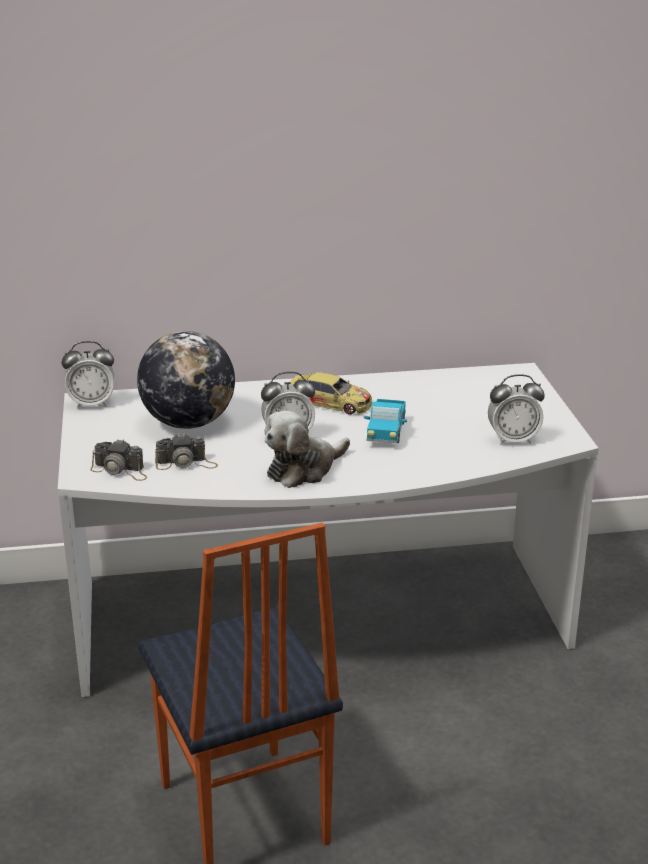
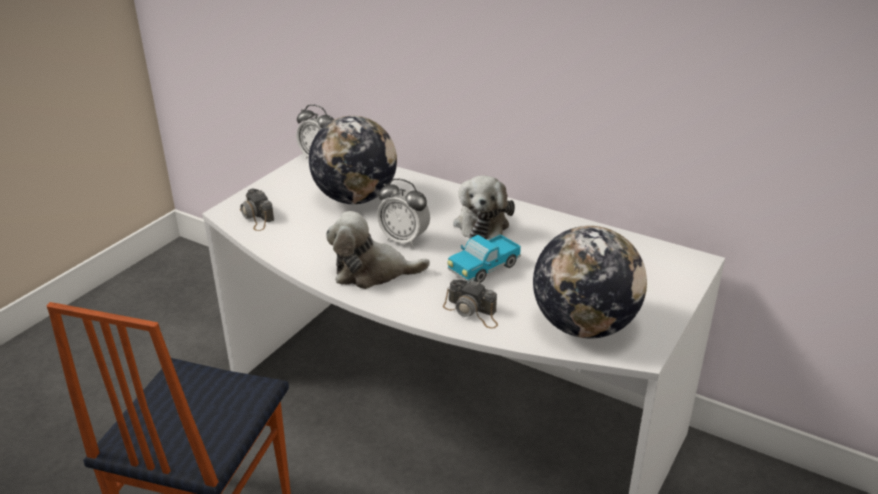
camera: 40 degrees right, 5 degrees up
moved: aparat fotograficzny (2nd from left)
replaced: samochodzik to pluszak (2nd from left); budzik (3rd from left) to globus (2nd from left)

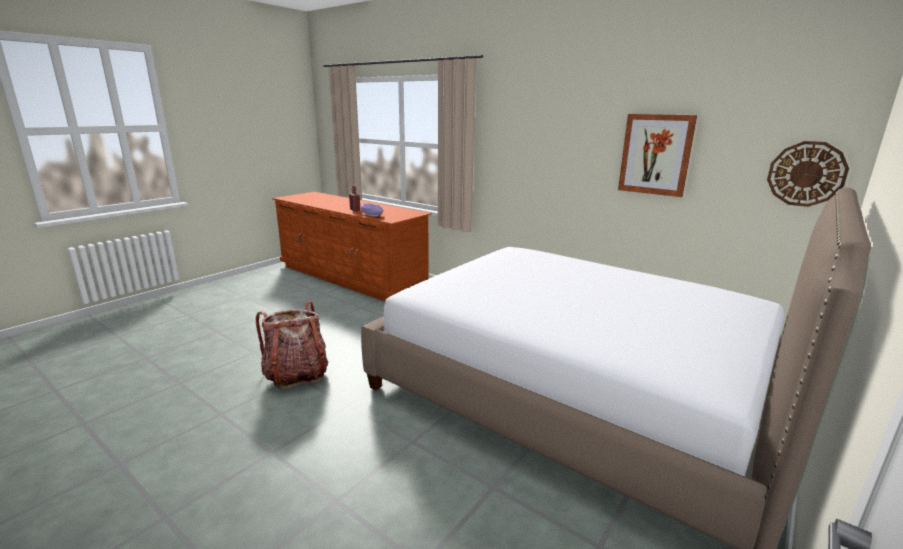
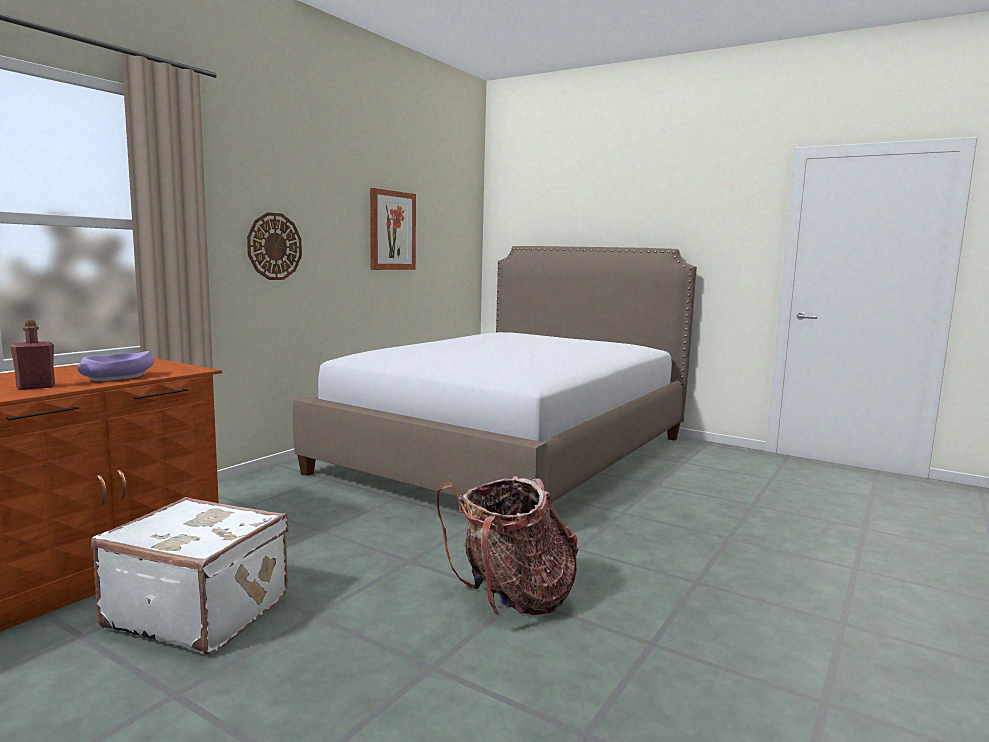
camera: 95 degrees left, 10 degrees down
added: walizka [biały]
moved: zegar ścienny

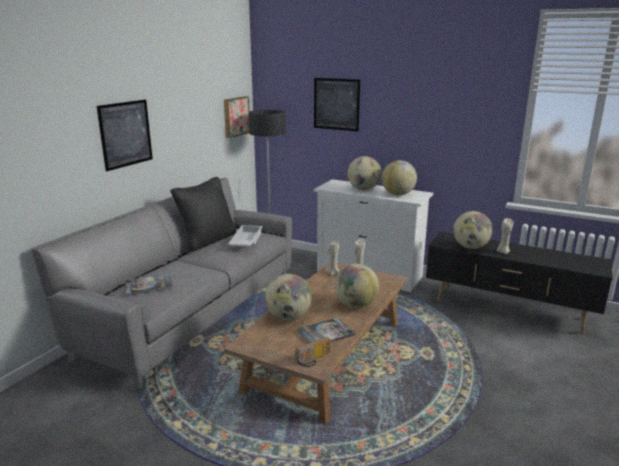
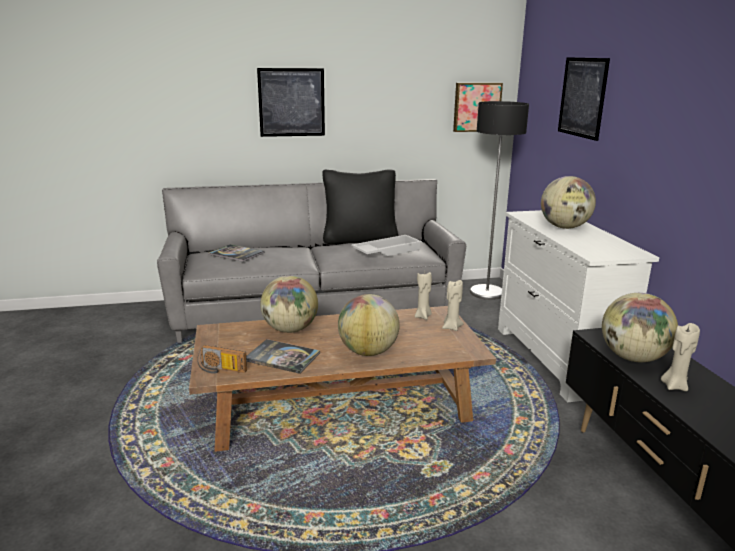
camera: 50 degrees right, 0 degrees up
removed: globus (4th from left)

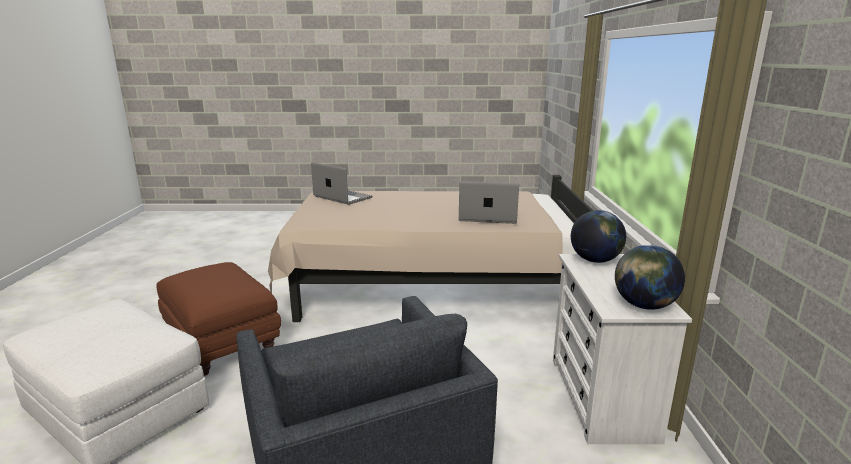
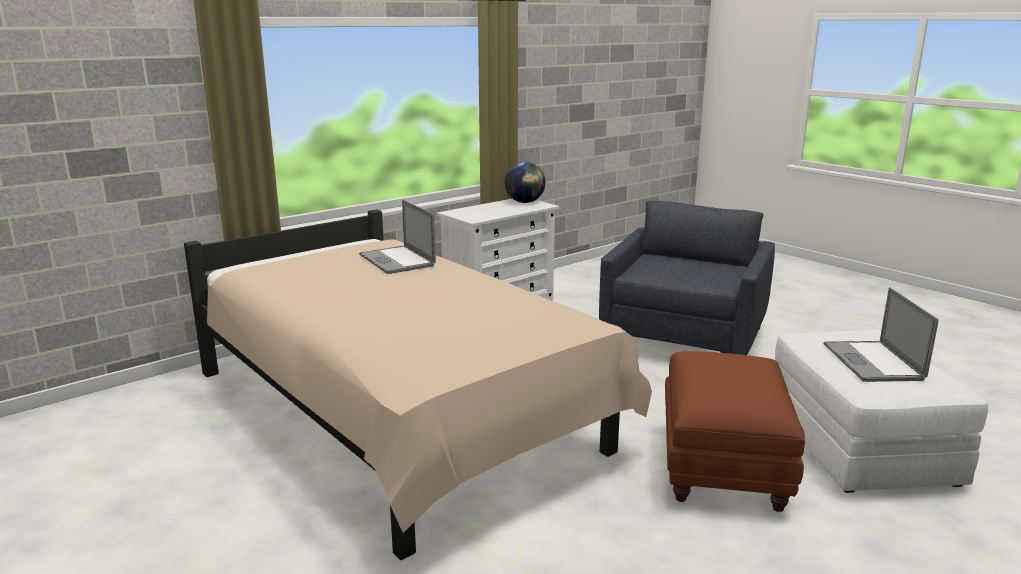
camera: 130 degrees left, 0 degrees up
removed: globus (1st from left)
moved: laptop (1st from left in the first image) to laptop (2nd from left)

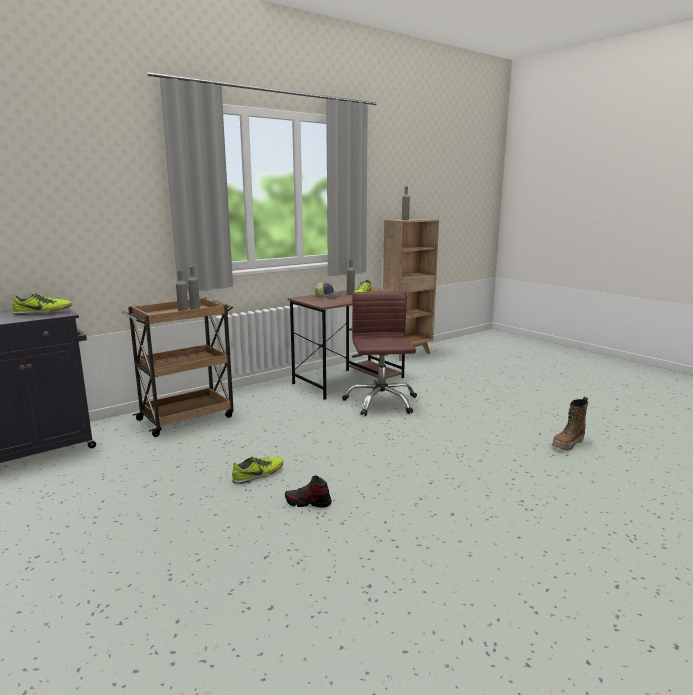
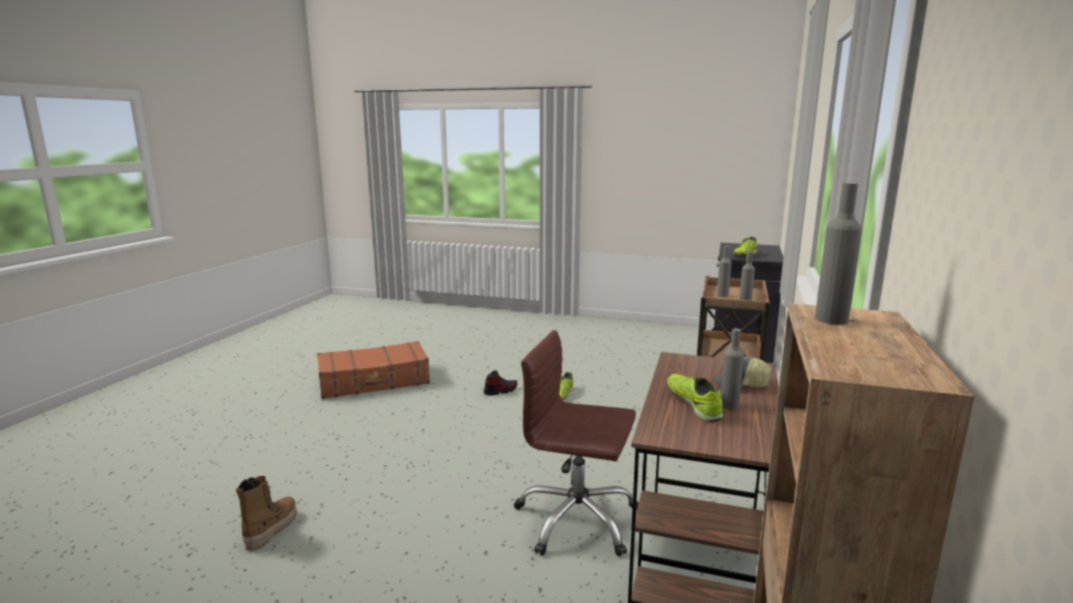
camera: 145 degrees right, 0 degrees up
added: walizka [brązowy]
turned: krzesło biurowe [brązowy] 150 degrees clockwise

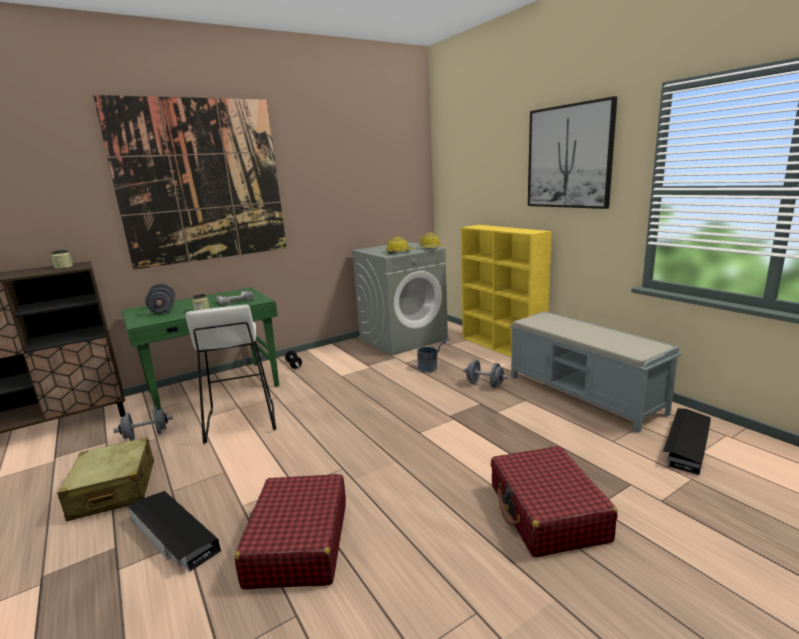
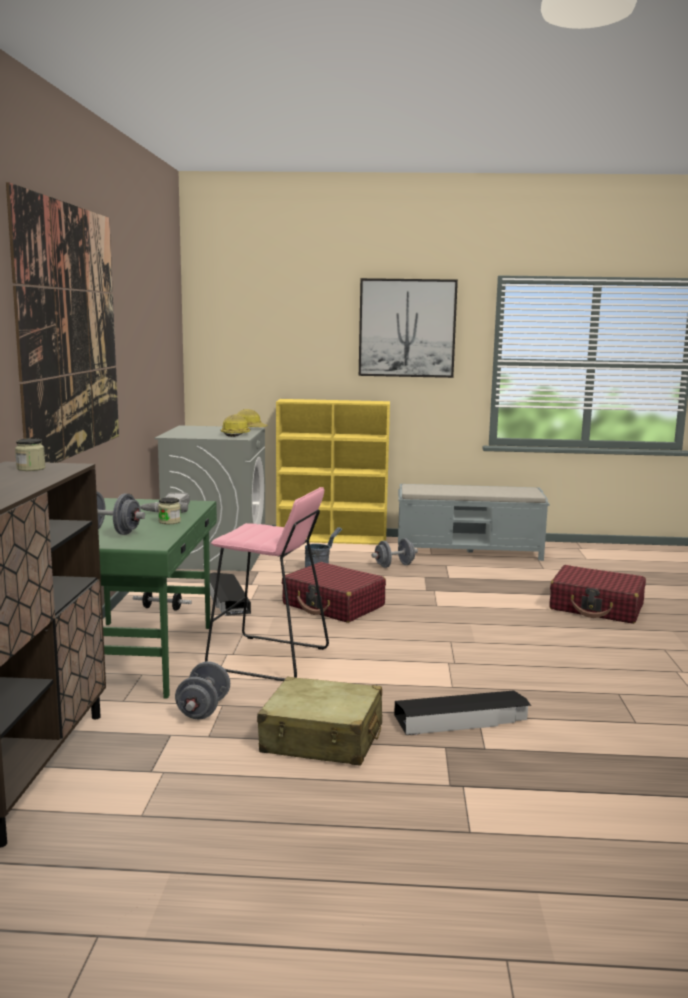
camera: 55 degrees left, 5 degrees down
moved: walizka [czerwony] (1st from left); pojemnik do przechowywania [czarny] (2nd from left in the first image) to pojemnik do przechowywania [czarny] (1st from left)
recoloured: stołek [biały] to stołek [różowy]

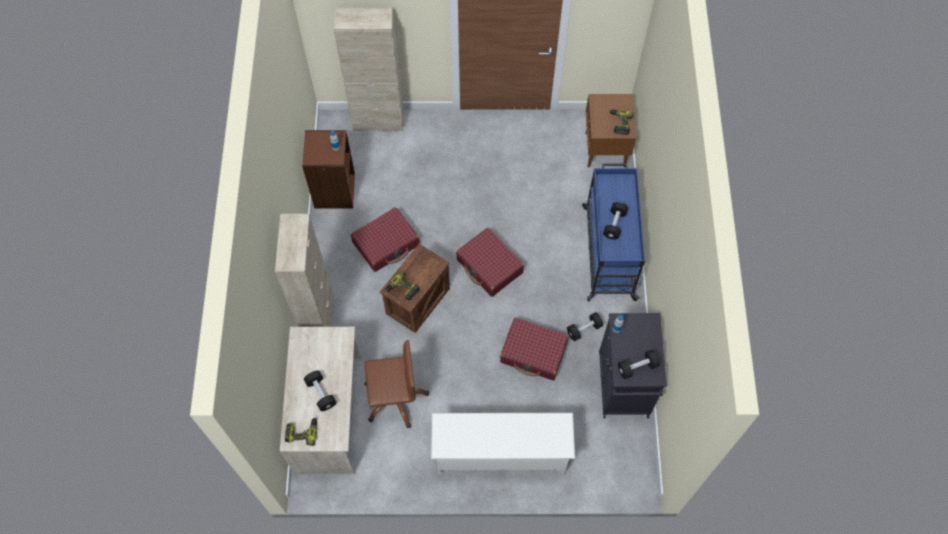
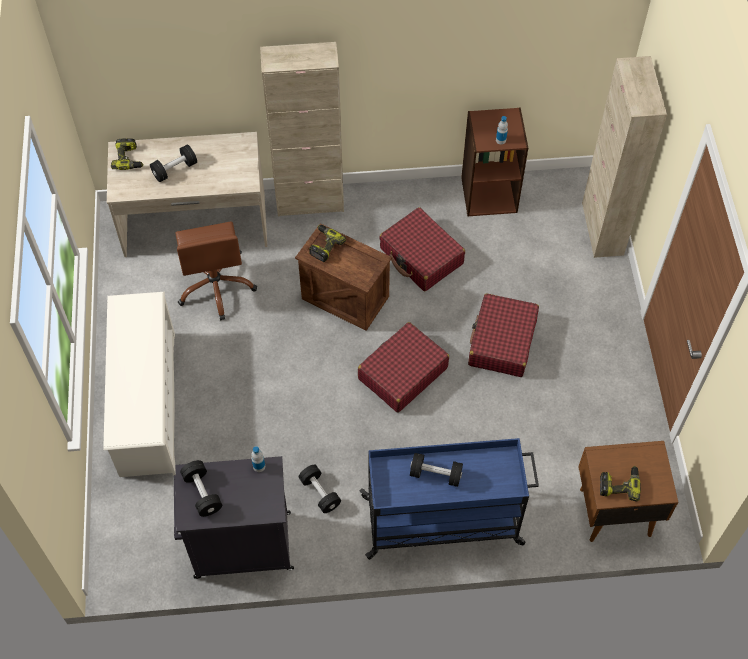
camera: 85 degrees right, 5 degrees down
moved: walizka [czerwony] (3rd from left)

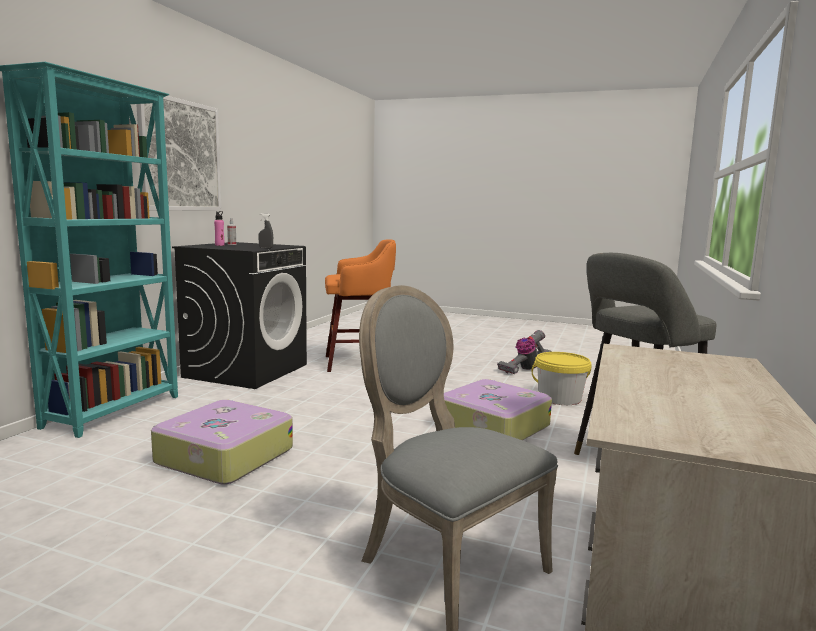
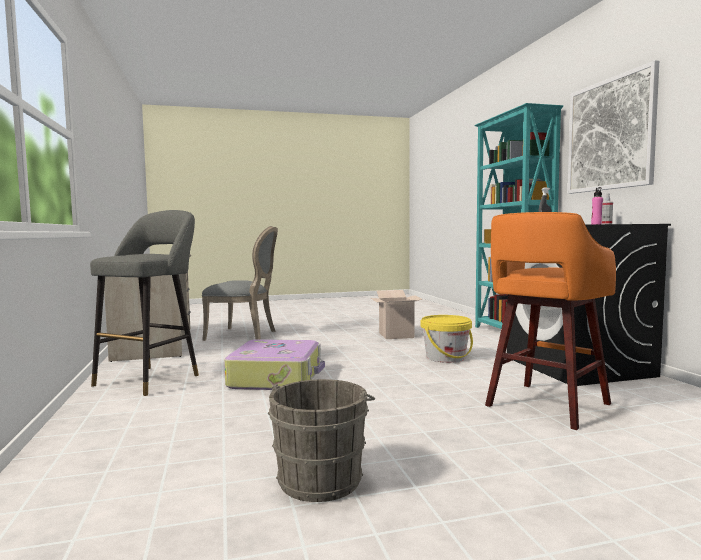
camera: 145 degrees right, 5 degrees down
moved: wiadro [żółty]
replaced: walizka (1st from left) to karton; odkurzacz to wiadro [szary]

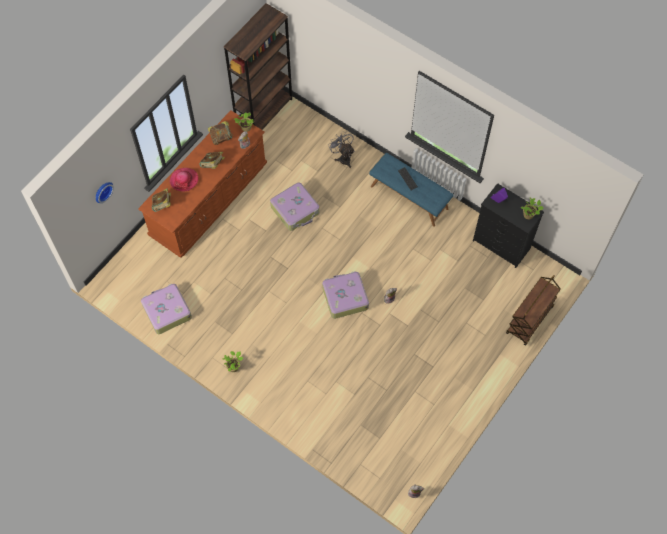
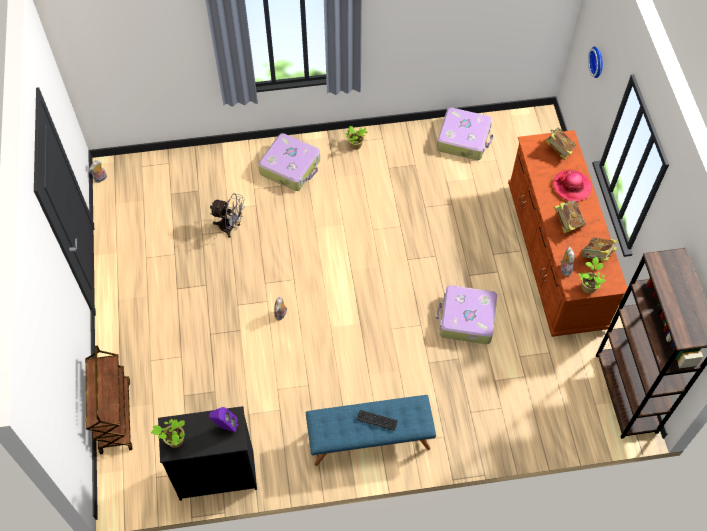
camera: 135 degrees right, 5 degrees down
moved: walizka (3rd from left in the first image) to walizka (1st from left); wentylator [szary]

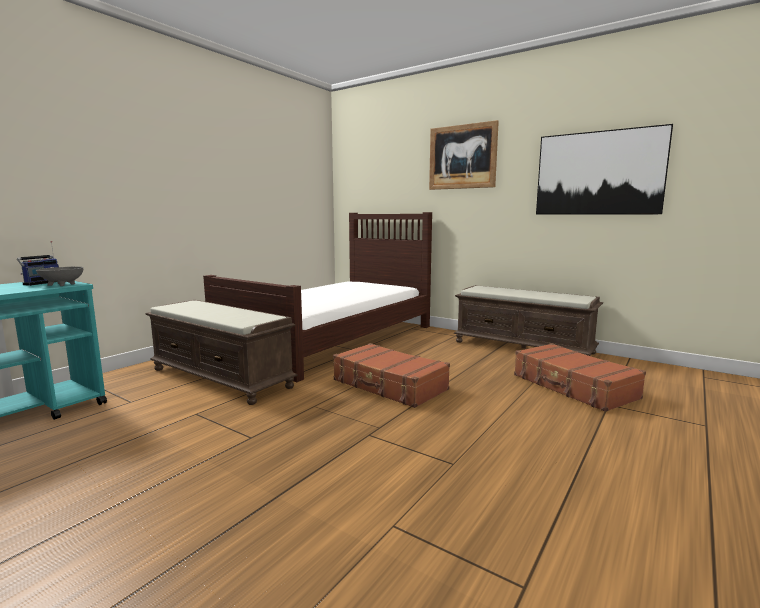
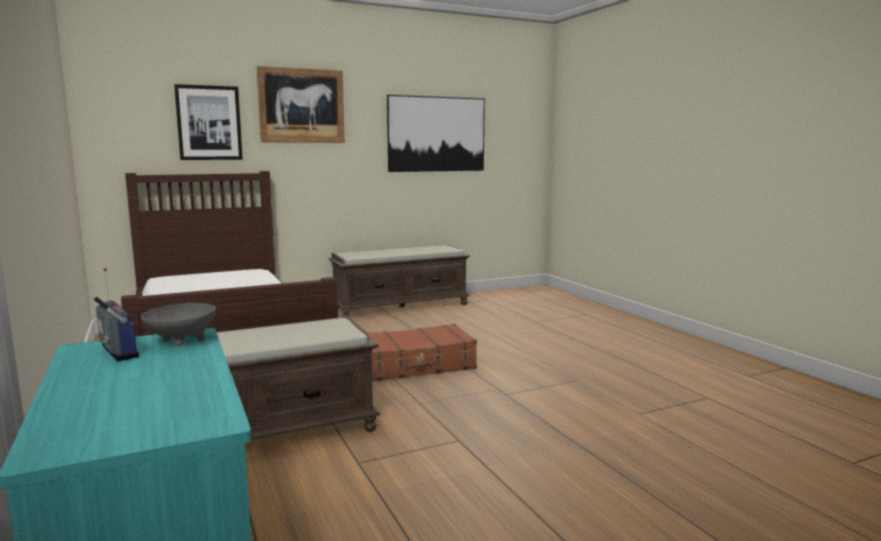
camera: 60 degrees left, 0 degrees up
removed: walizka [brązowy] (2nd from left)
added: obraz (1st from left)

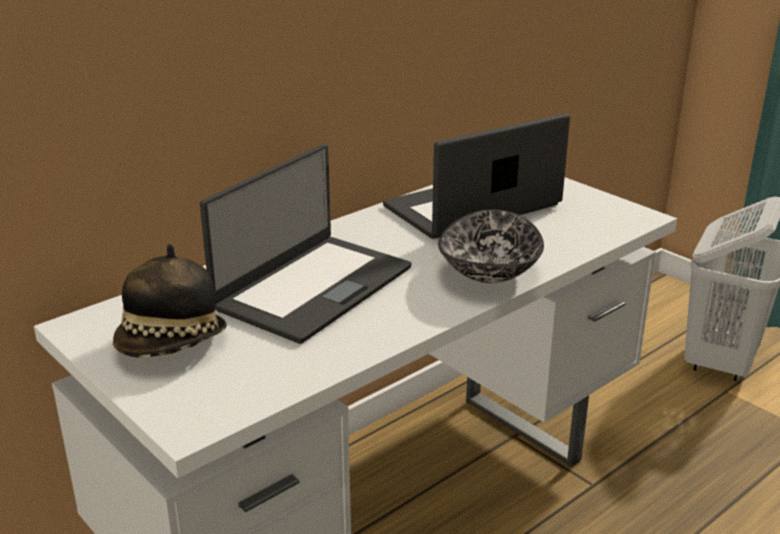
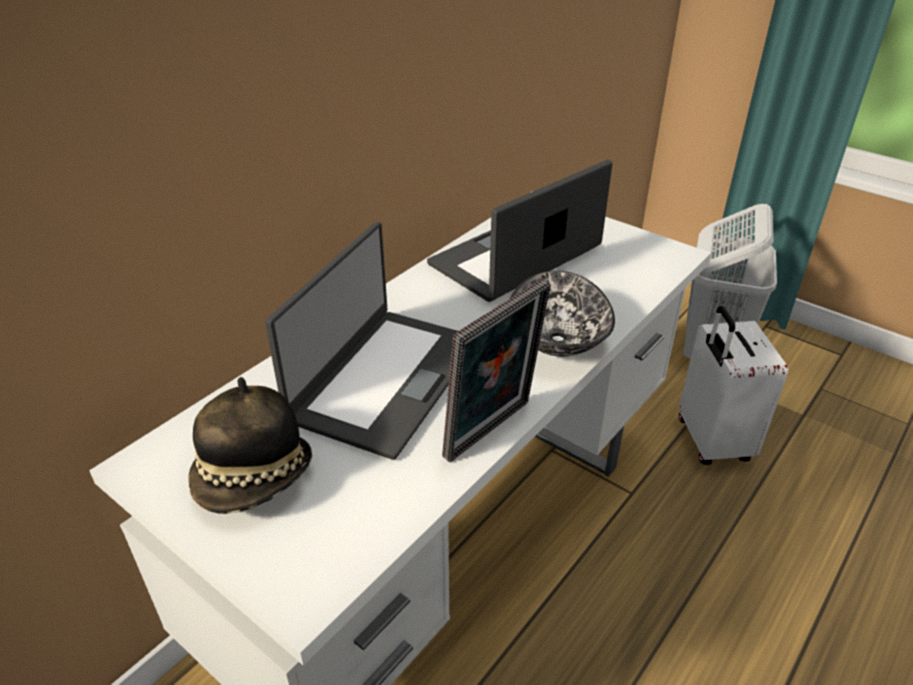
camera: 10 degrees left, 10 degrees up
added: ramka na zdjęcie; walizka [biały]

